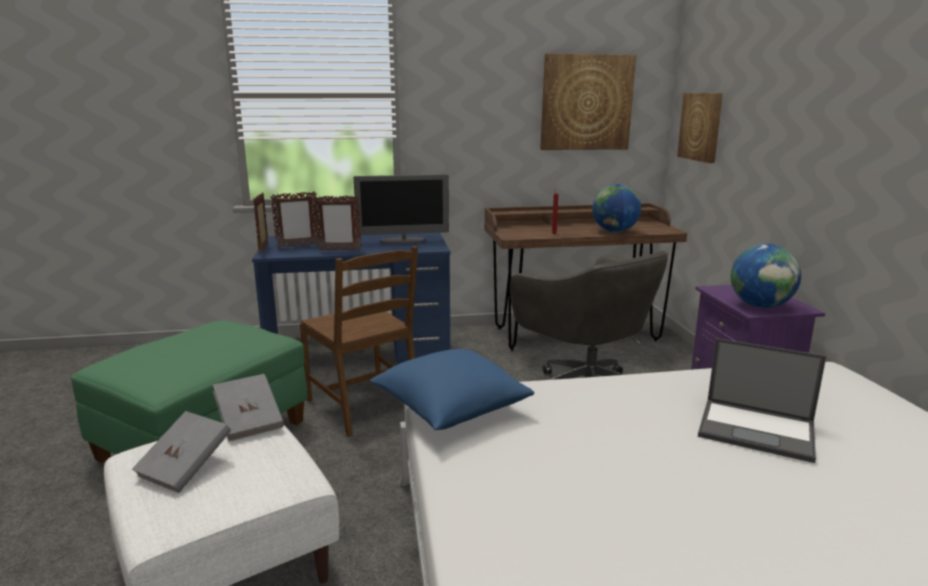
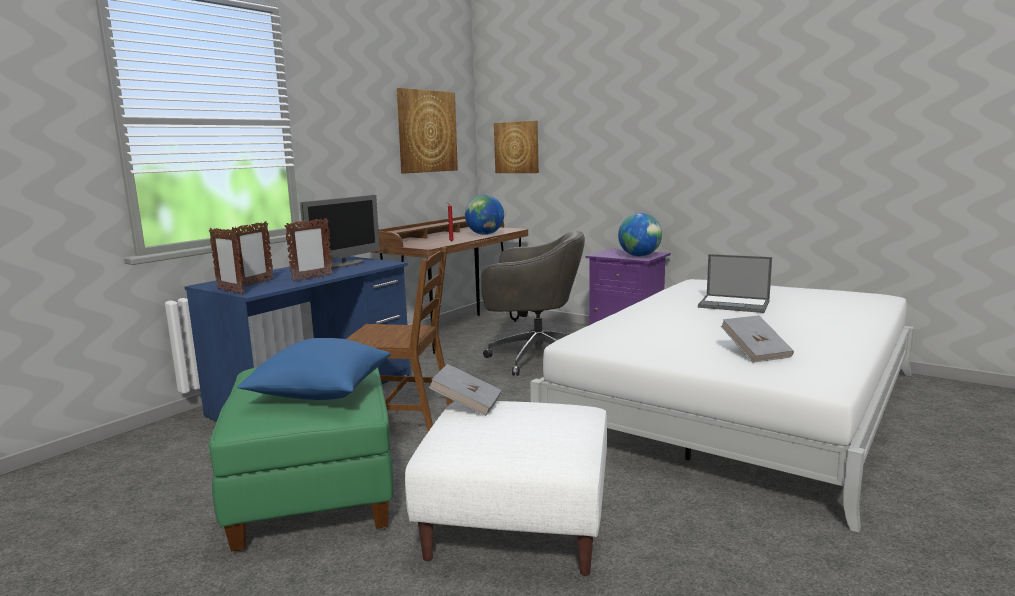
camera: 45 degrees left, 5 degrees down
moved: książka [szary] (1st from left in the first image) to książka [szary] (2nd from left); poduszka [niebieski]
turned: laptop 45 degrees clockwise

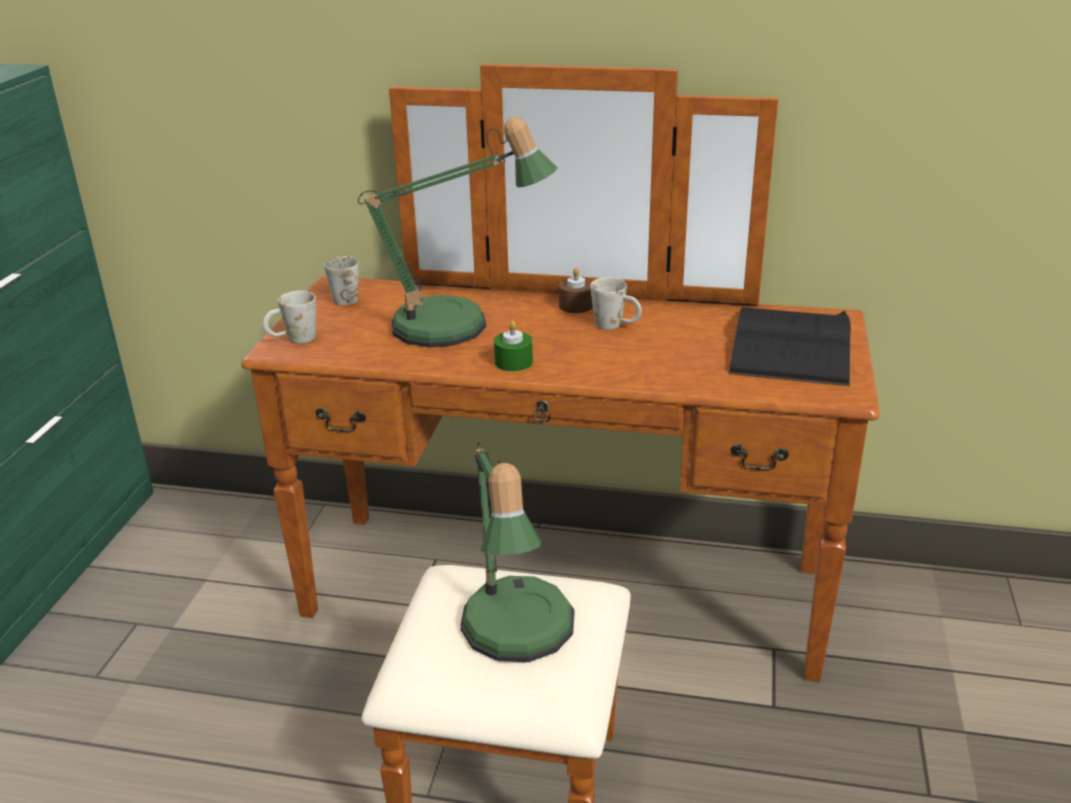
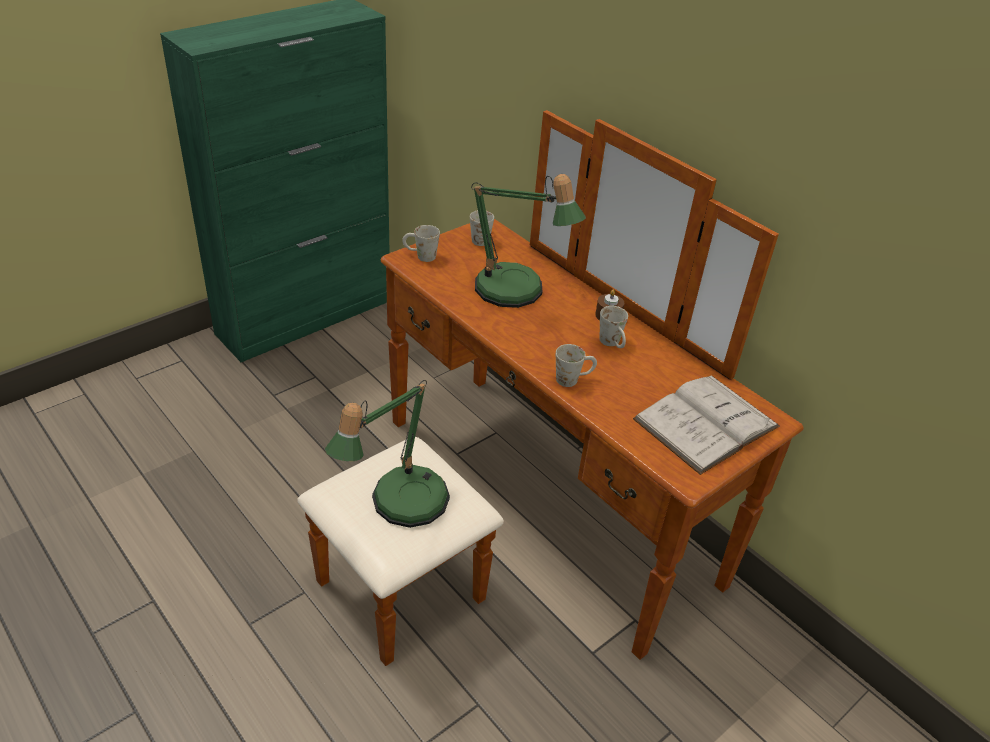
camera: 35 degrees right, 10 degrees up
removed: świeca [zielony]
added: kubek [biały] (3rd from left)
recoloured: książka [czarny] to książka [biały]

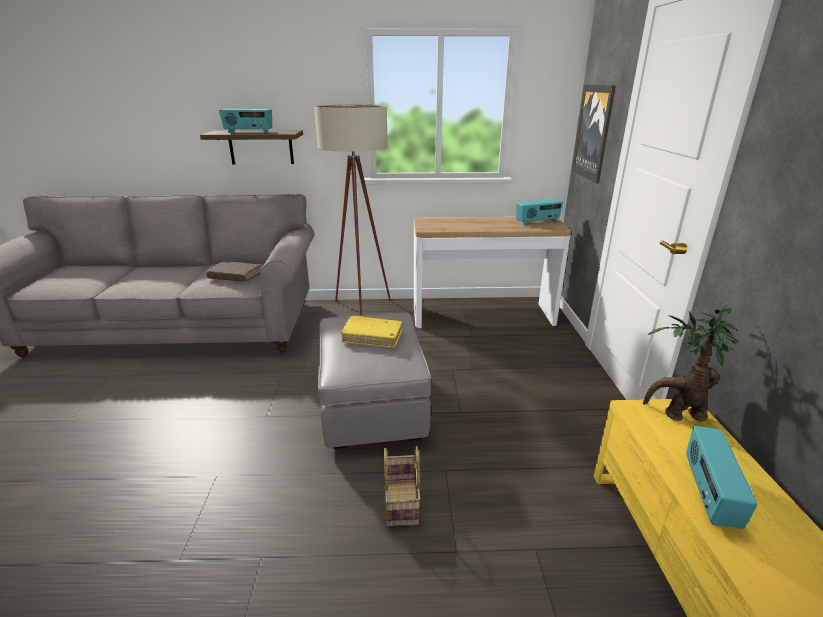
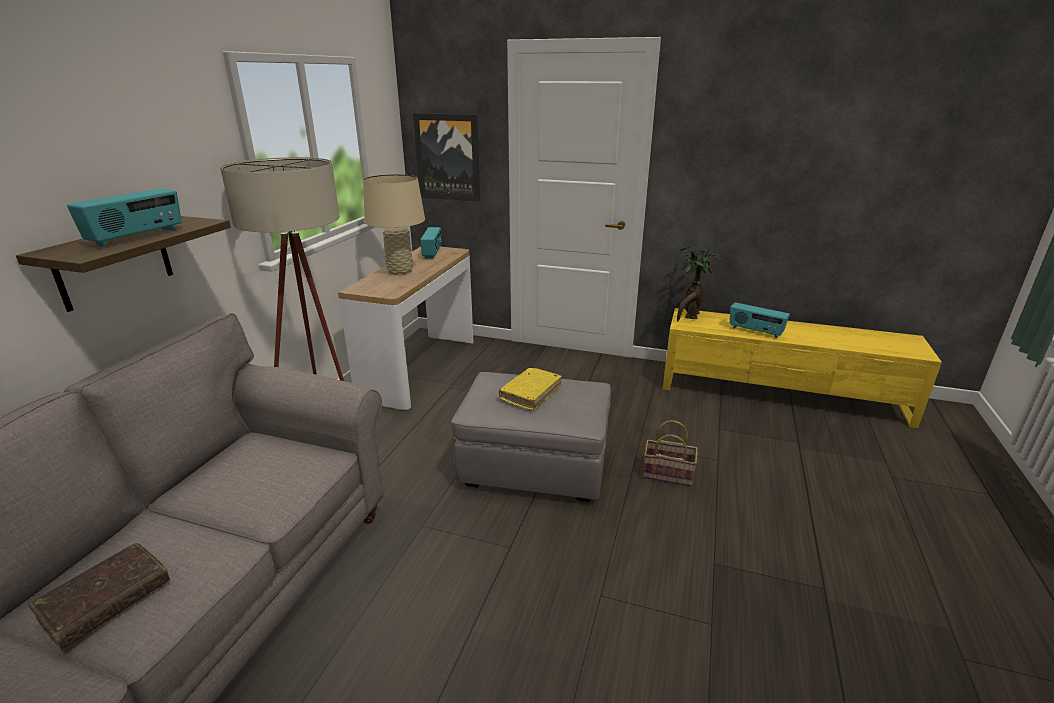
camera: 70 degrees left, 0 degrees up
added: lampa stołowa [beżowy]
moved: książka [brązowy]

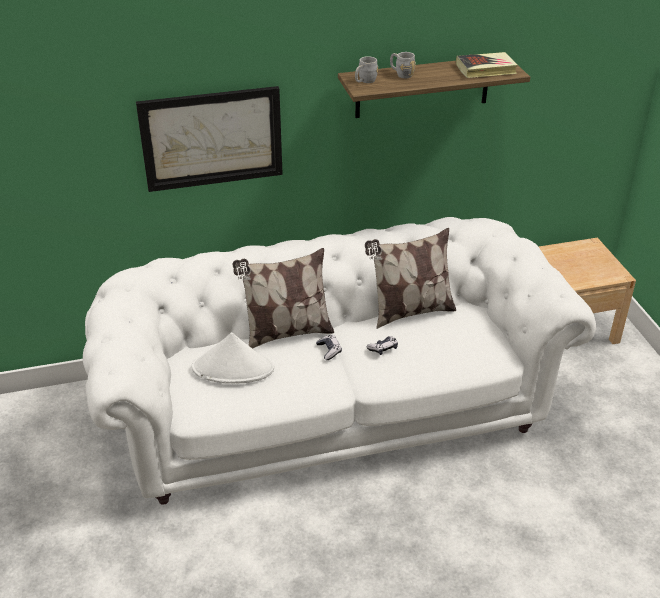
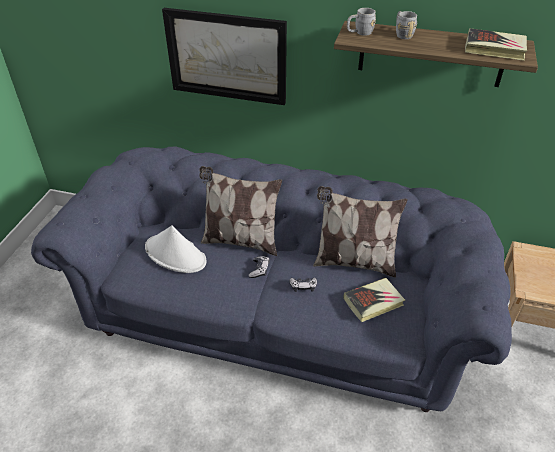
camera: 30 degrees right, 5 degrees up
added: książka (1st from left)
recoloured: kanapa [biały] to kanapa [niebieski]

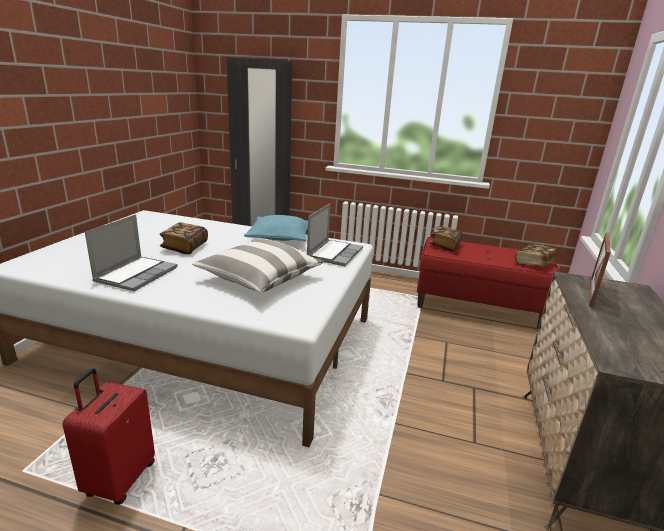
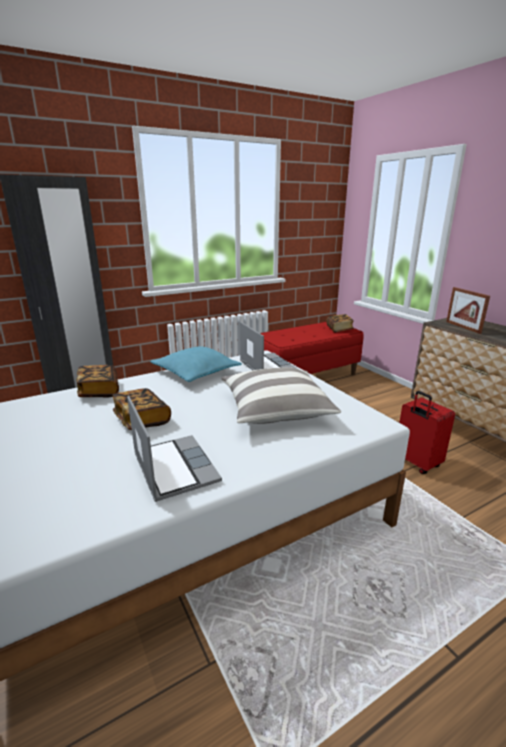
camera: 45 degrees left, 0 degrees up
moved: walizka [czerwony]; książka (2nd from left in the first image) to książka (1st from left)

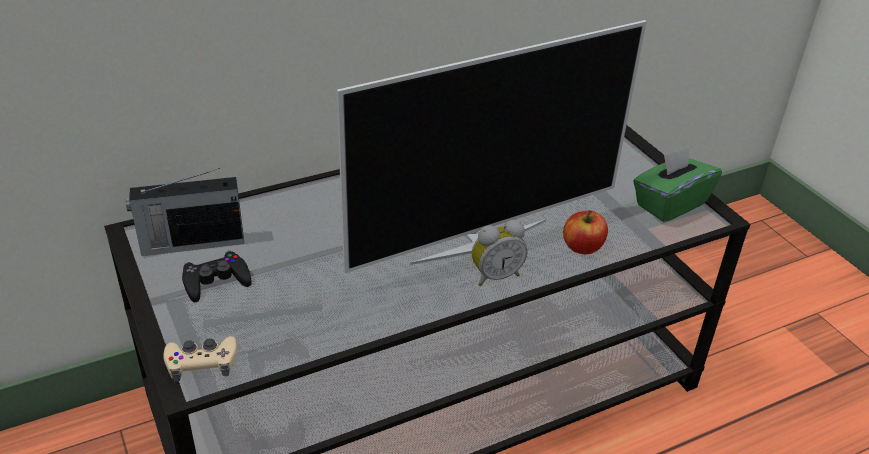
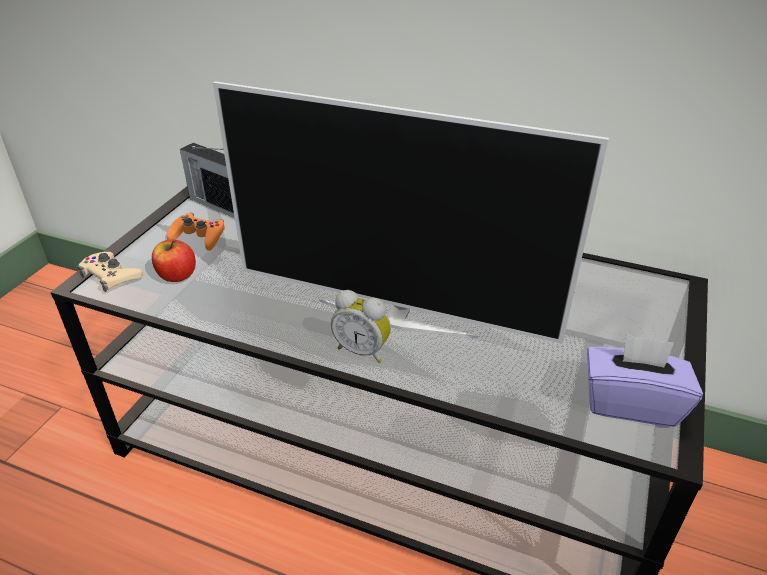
camera: 50 degrees right, 0 degrees up
moved: jabłko
recoloured: pad do gier [czarny] to pad do gier [pomarańczowy]; pudełko chusteczek [zielony] to pudełko chusteczek [fioletowy]

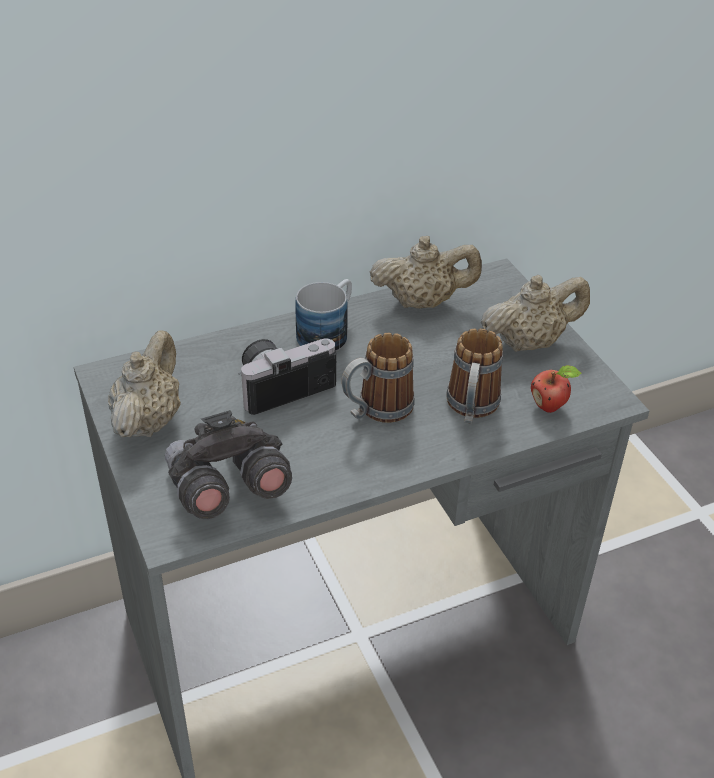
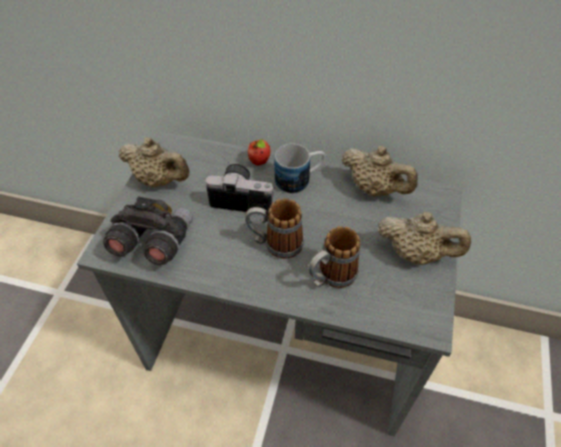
camera: 40 degrees right, 10 degrees up
moved: jabłko
turned: imbryk [beżowy] (1st from left) 60 degrees clockwise

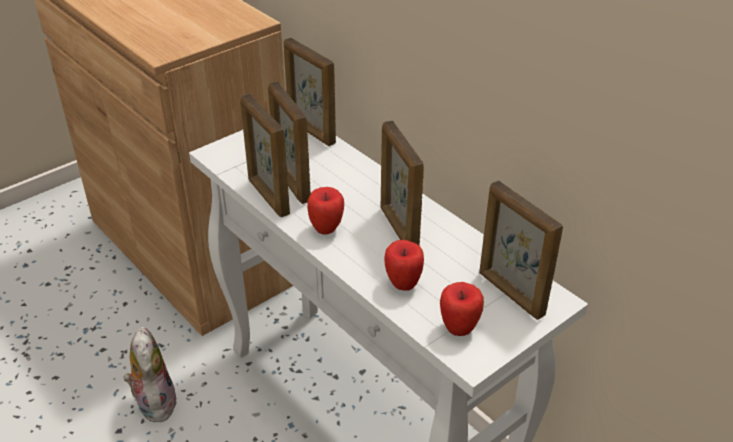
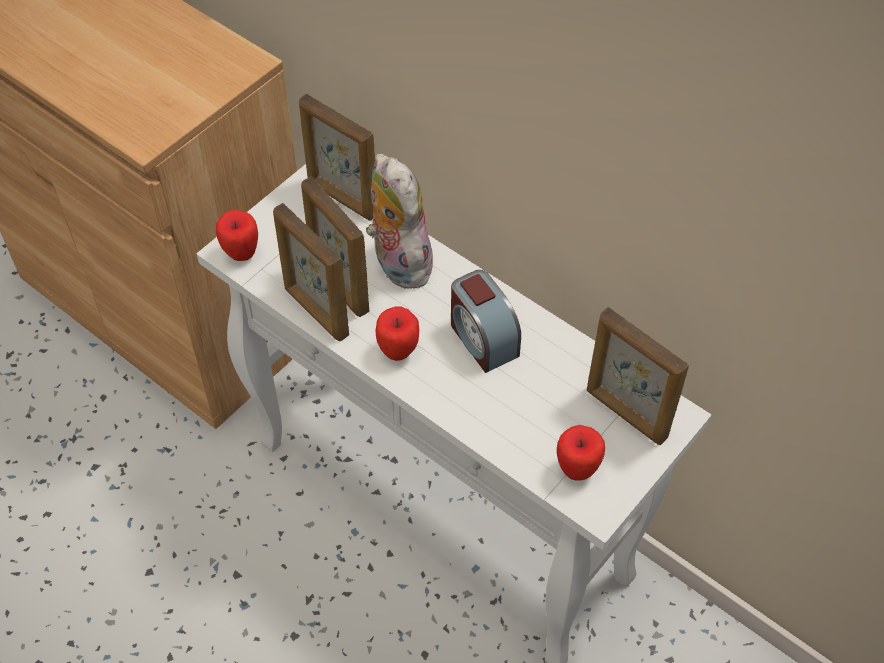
camera: 10 degrees left, 15 degrees up
moved: pluszak; jabłko (2nd from left in the first image) to jabłko (1st from left)
replaced: ramka na zdjęcie (4th from left) to budzik

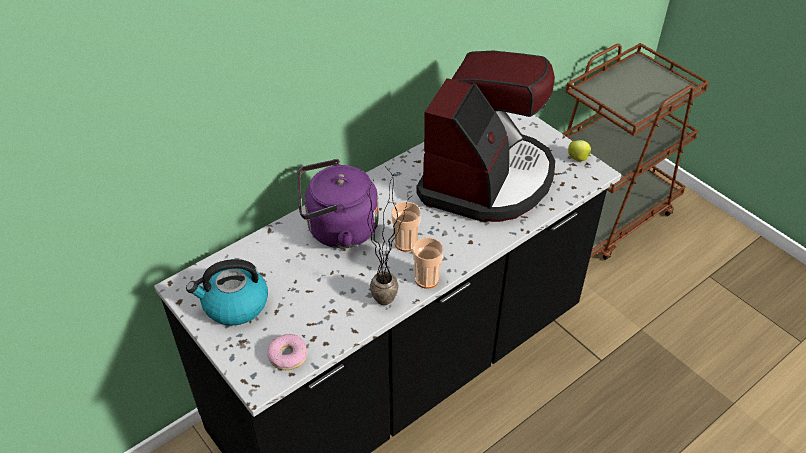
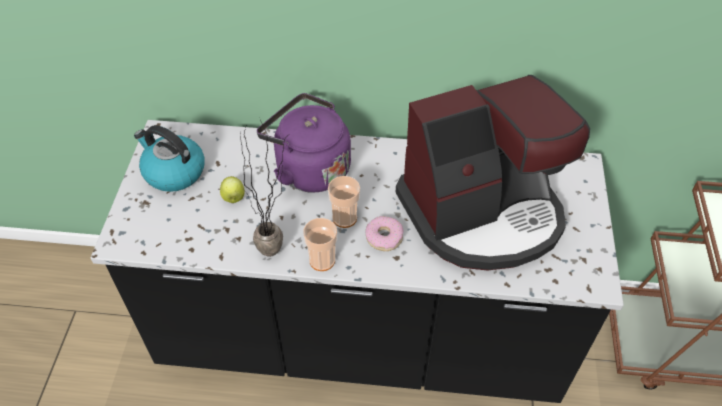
camera: 45 degrees right, 5 degrees up
moved: donut; jabłko

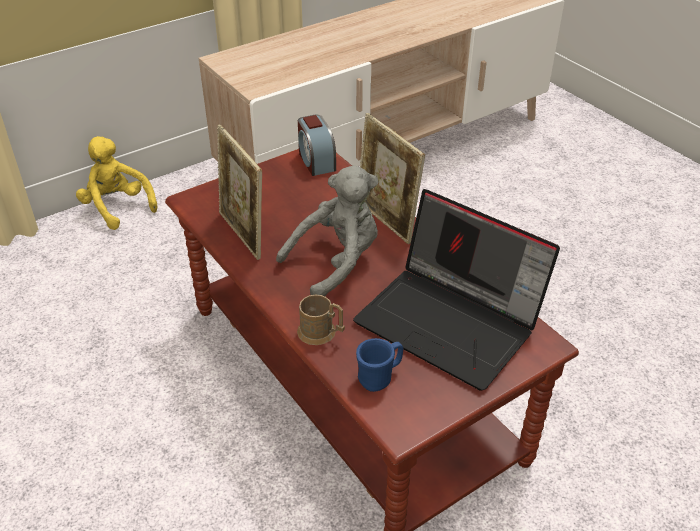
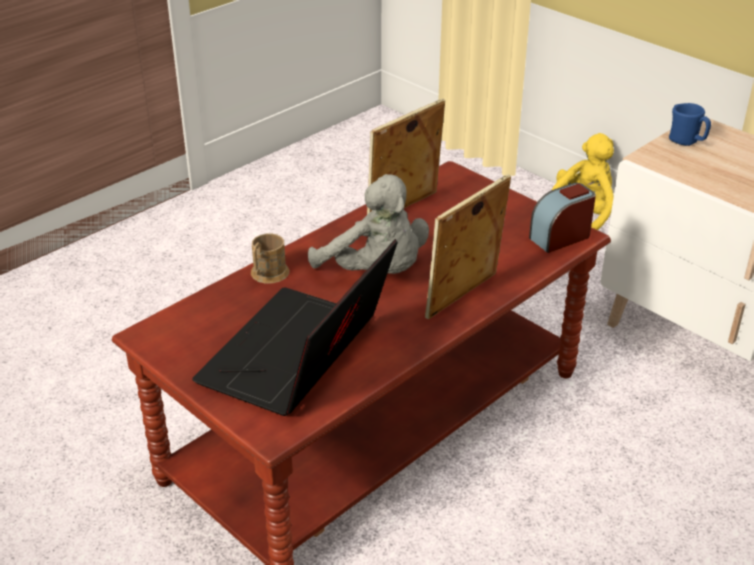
camera: 80 degrees right, 5 degrees down
moved: kubek [niebieski]

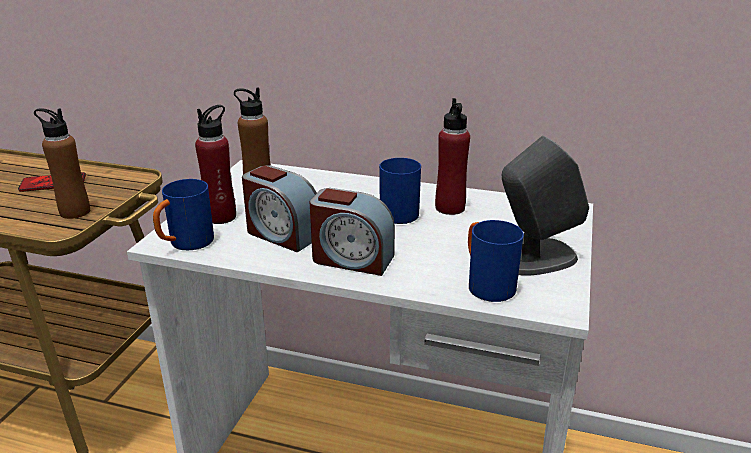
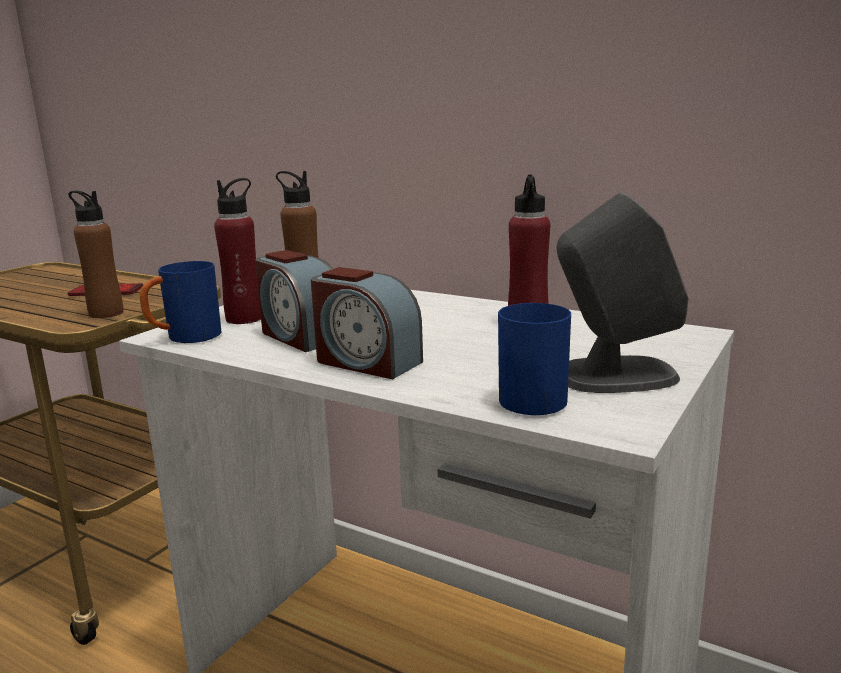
camera: 15 degrees right, 10 degrees down
removed: kubek [niebieski] (2nd from left)

